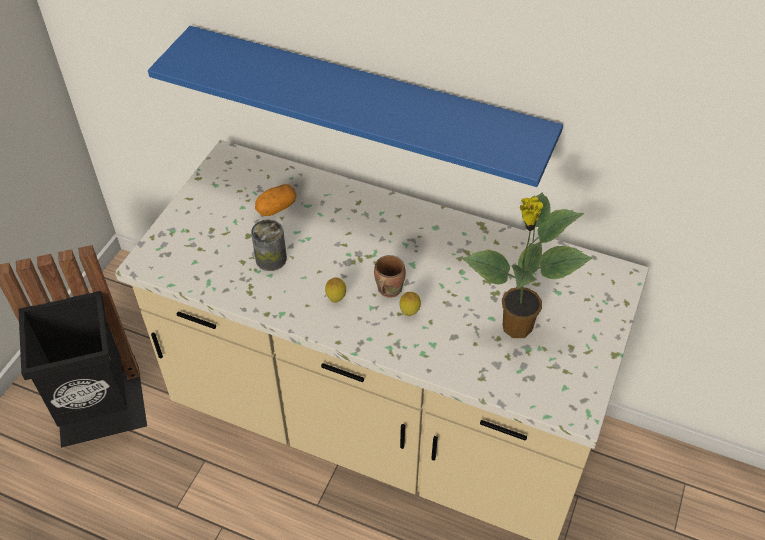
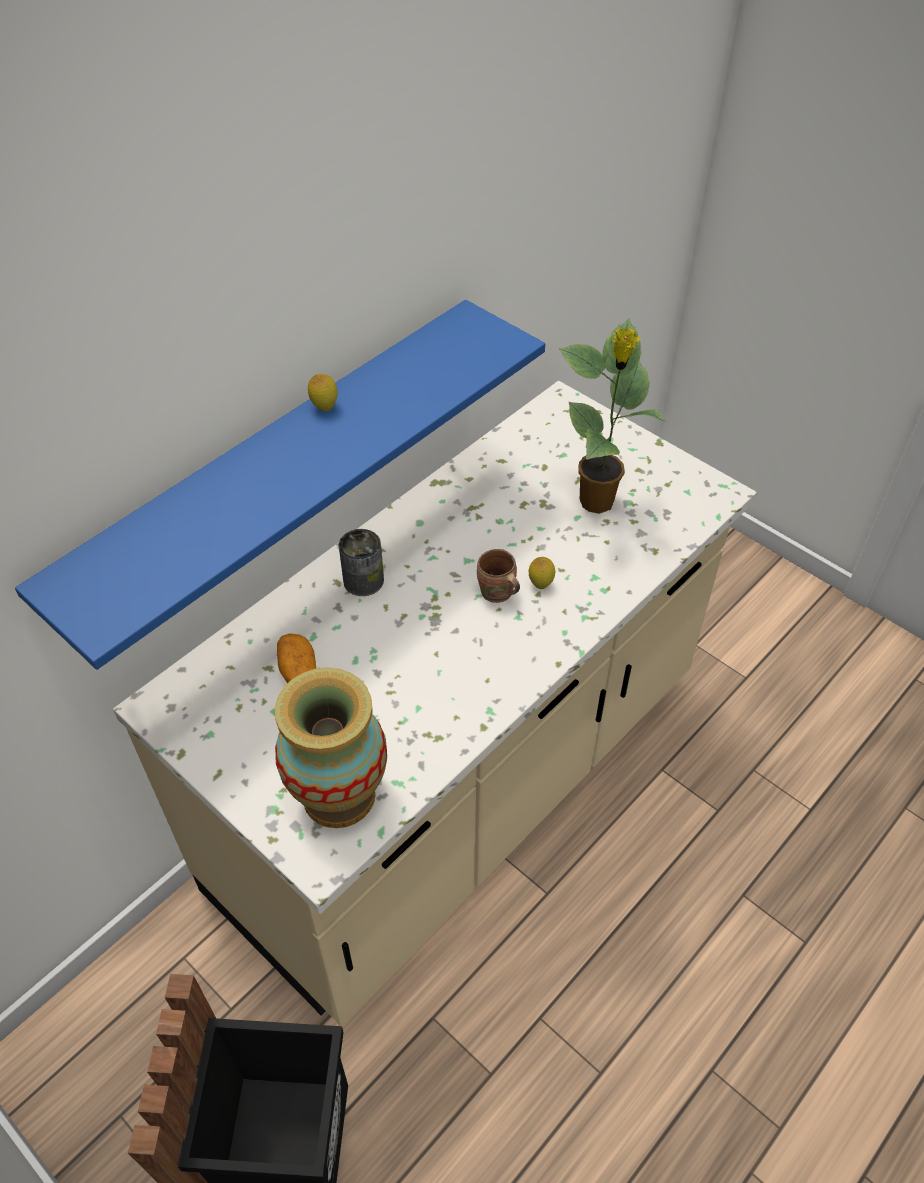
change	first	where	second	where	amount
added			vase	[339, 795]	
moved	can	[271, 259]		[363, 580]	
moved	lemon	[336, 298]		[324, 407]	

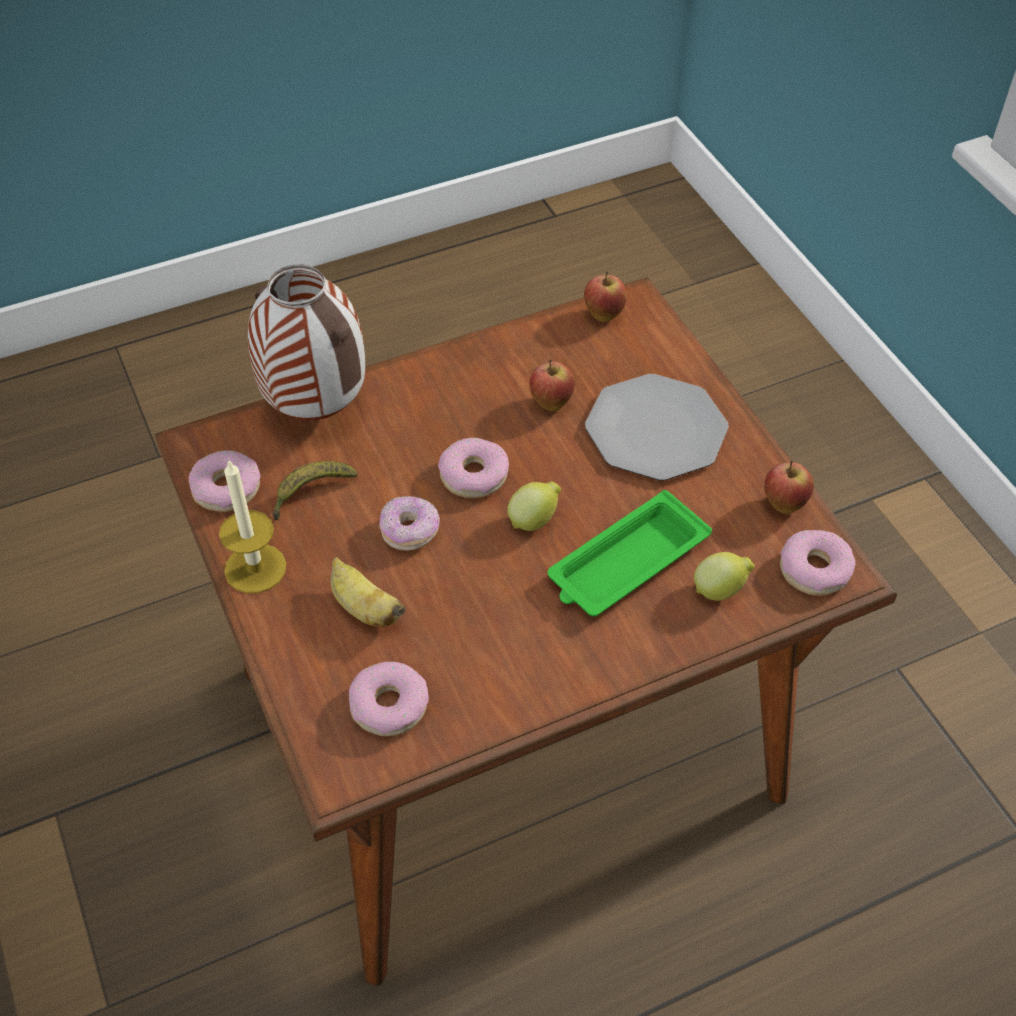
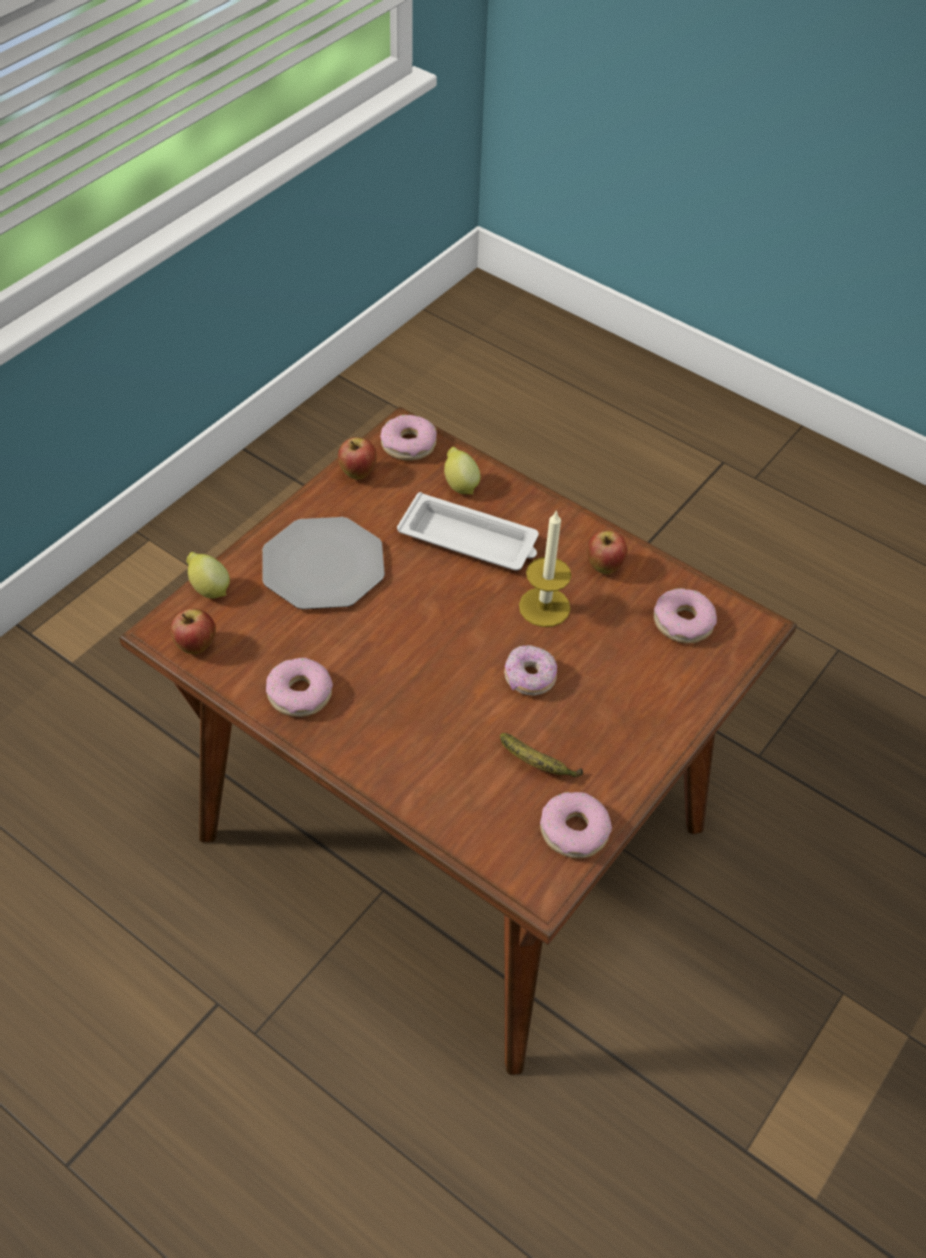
change	first	where	second	where	amount
removed	vase	[314, 411]			
removed	banana	[364, 608]			
moved	candle	[255, 568]		[544, 607]	
moved	donut	[474, 475]		[299, 694]	
moved	lemon	[534, 520]		[209, 589]	
moved	apple	[551, 403]		[604, 567]	
recoloured	green tray	[626, 563]	white tray	[470, 540]	

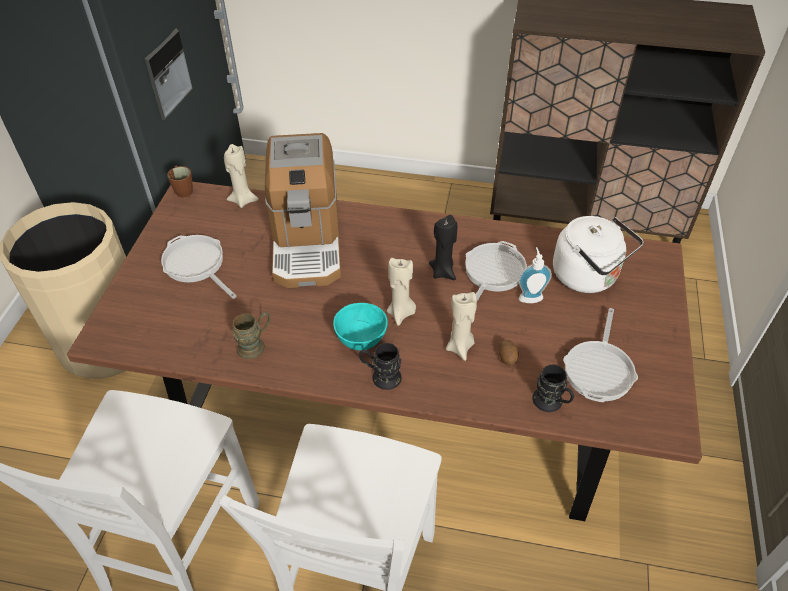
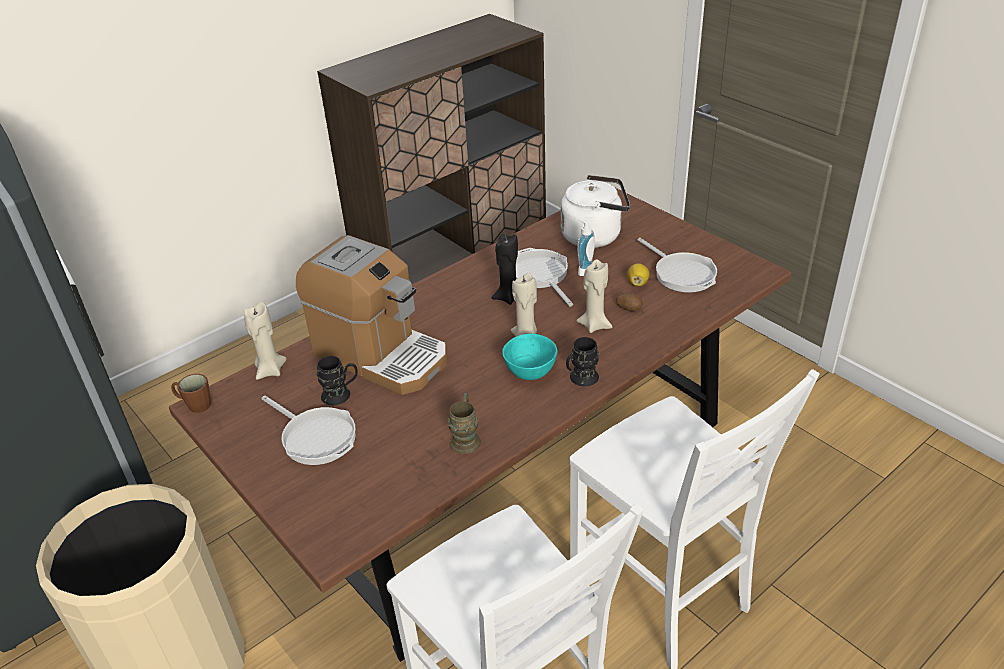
change	first	where	second	where	amount
added			lemon	[637, 283]	
moved	black mug	[551, 403]		[341, 395]	
turned	frying pan	[196, 265]		[316, 437]	135 degrees counterclockwise

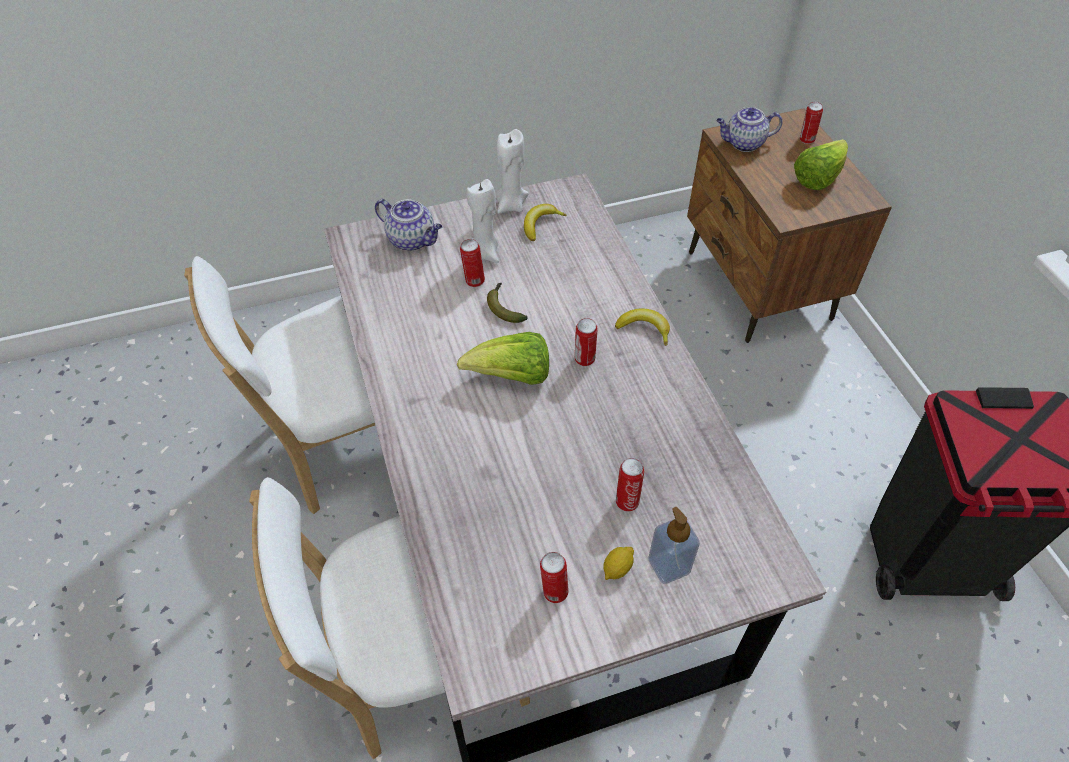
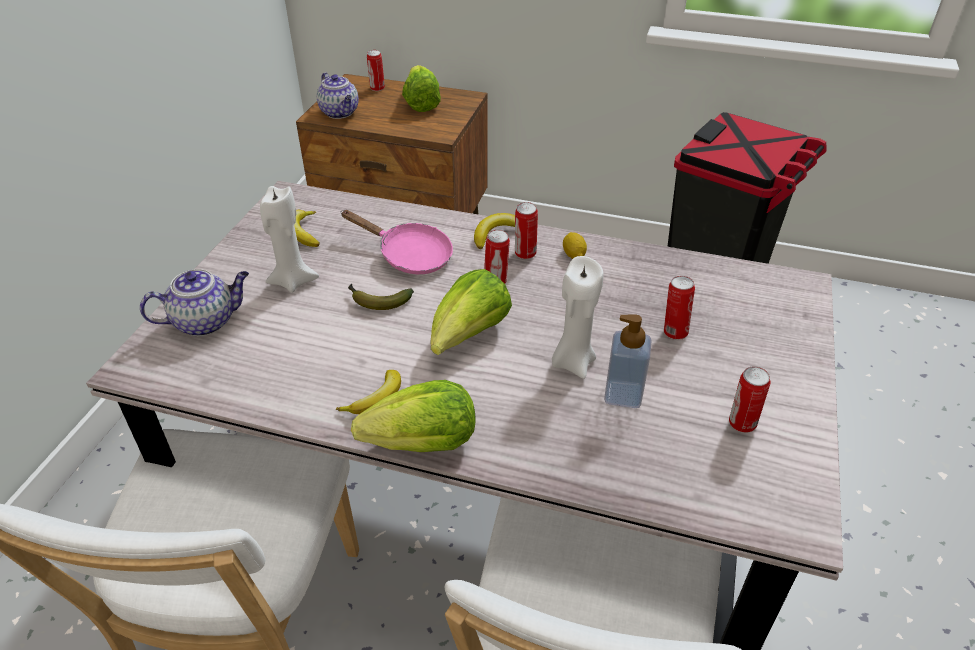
change	first	where	second	where	amount
added			banana	[376, 399]	
added			pink frying pan	[409, 256]	
added			lettuce	[423, 444]	
moved	can	[473, 281]		[525, 254]	
moved	white candle	[511, 205]		[572, 362]	
moved	lemon	[617, 568]		[574, 254]	
moved	soap dispenser	[669, 565]		[623, 394]	
turned	teapot	[743, 144]		[340, 113]	60 degrees counterclockwise

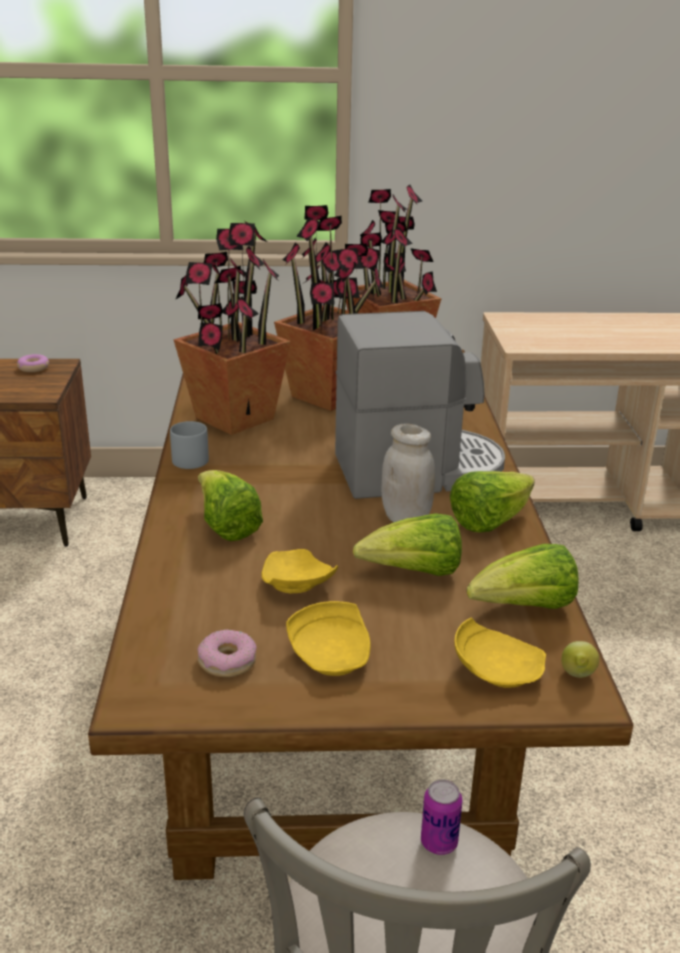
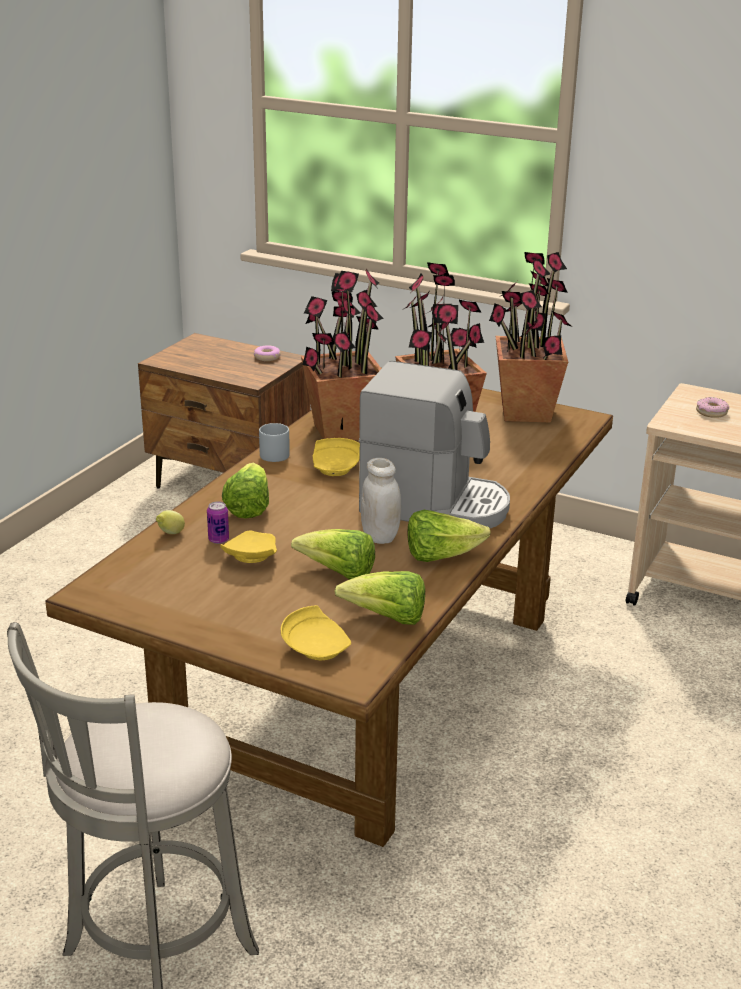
change	first	where	second	where	amount
moved	donut	[227, 661]		[711, 412]	
moved	yellow plate	[332, 655]		[336, 467]	
moved	can	[439, 842]		[218, 540]	
moved	lemon	[577, 676]		[170, 534]	

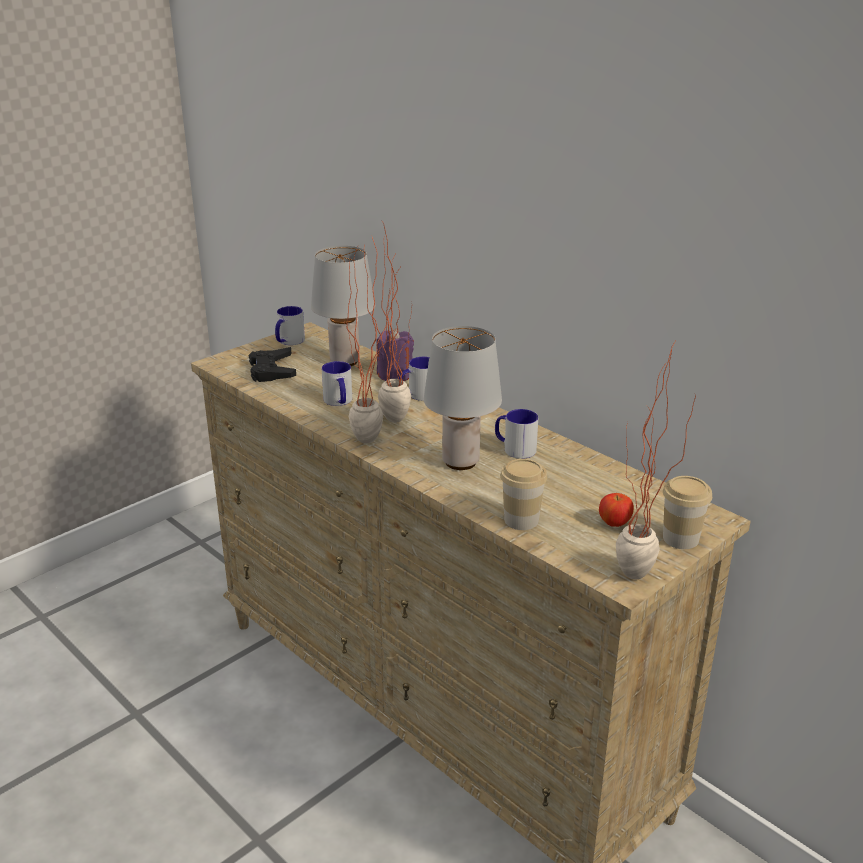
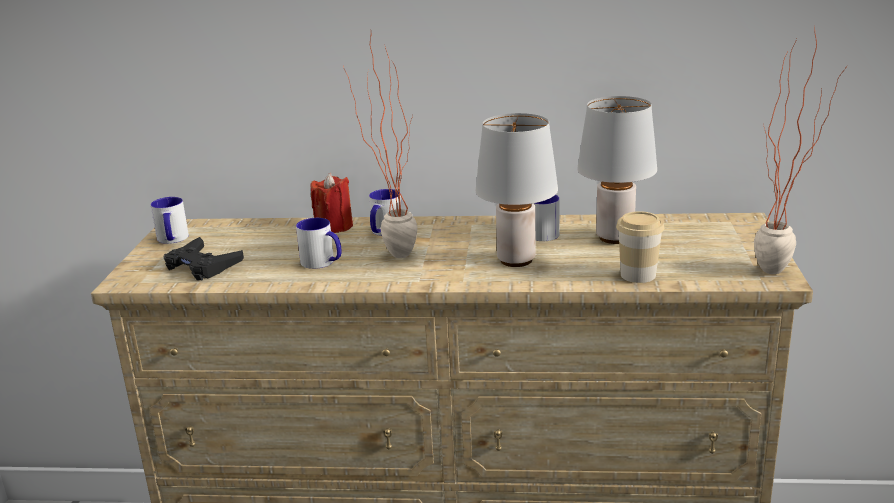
change	first	where	second	where	amount
removed	potted plant	[377, 441]			
removed	apple	[614, 524]			
removed	cup	[680, 539]			
moved	grey table lamp	[344, 361]		[613, 237]	
recoloured	purple candle	[395, 375]	red candle	[334, 227]	

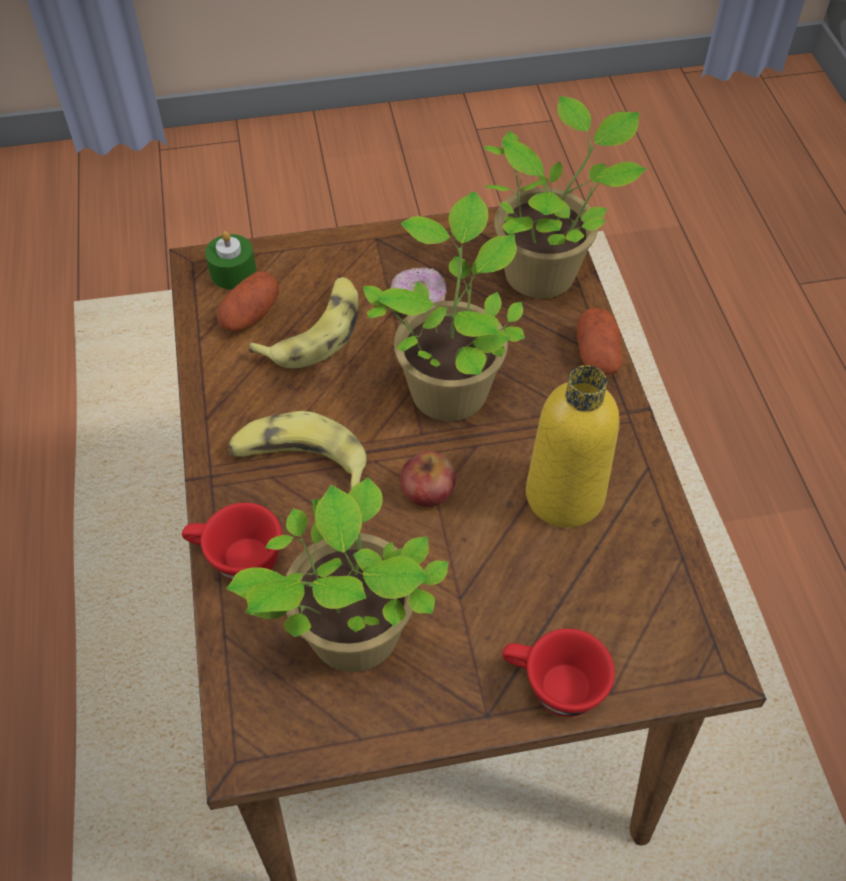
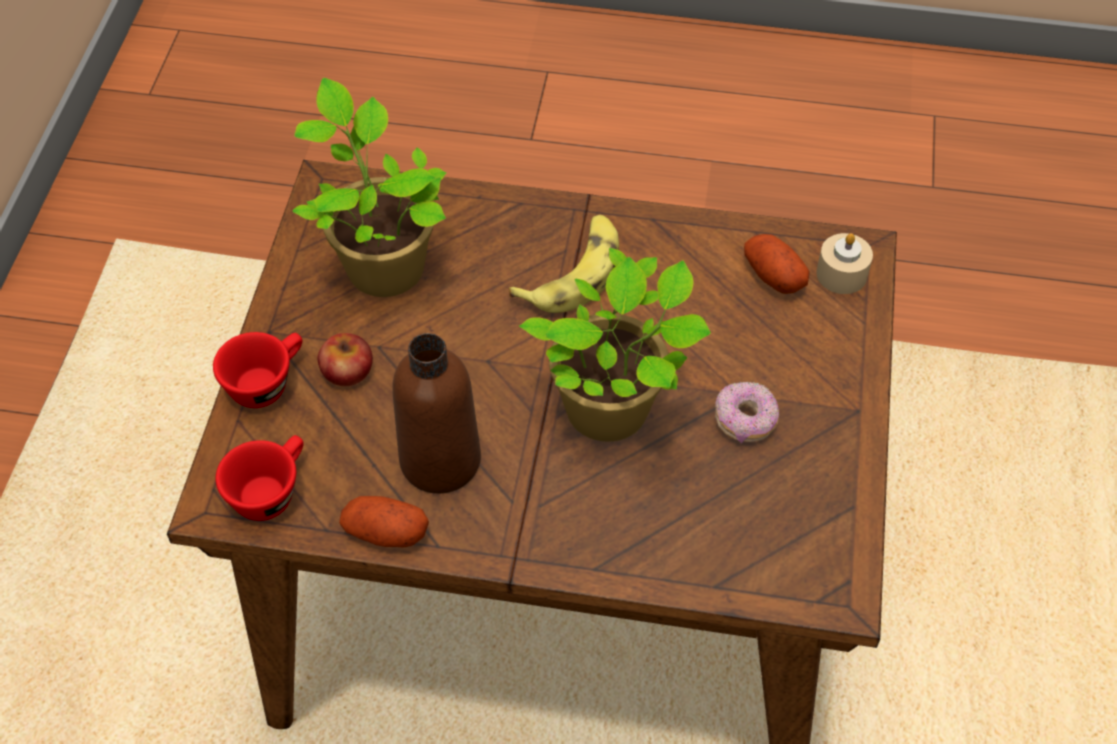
change	first	where	second	where	amount
removed	banana	[315, 331]			
removed	potted plant	[544, 272]			
moved	red cup	[236, 560]		[270, 490]	
moved	apple	[427, 490]		[347, 371]	
moved	potato	[597, 355]		[385, 532]	
recoloured	green candle	[233, 272]	beige candle	[841, 274]	
recoloured	yellow bottle	[564, 495]	brown bottle	[440, 460]	

